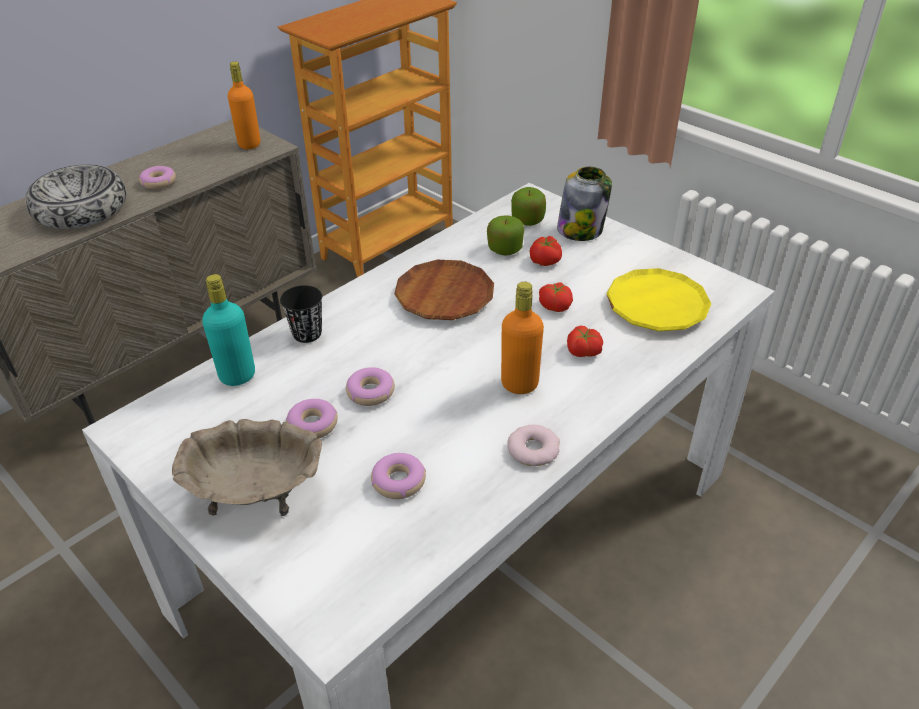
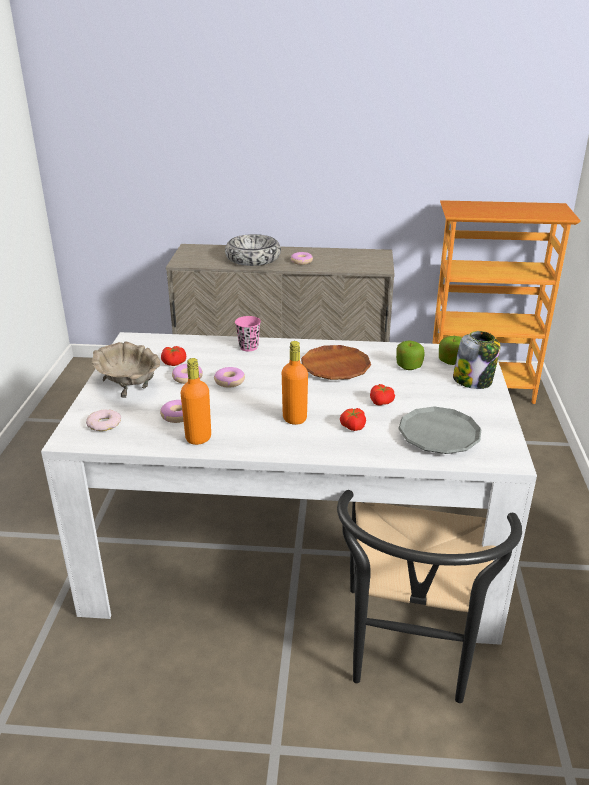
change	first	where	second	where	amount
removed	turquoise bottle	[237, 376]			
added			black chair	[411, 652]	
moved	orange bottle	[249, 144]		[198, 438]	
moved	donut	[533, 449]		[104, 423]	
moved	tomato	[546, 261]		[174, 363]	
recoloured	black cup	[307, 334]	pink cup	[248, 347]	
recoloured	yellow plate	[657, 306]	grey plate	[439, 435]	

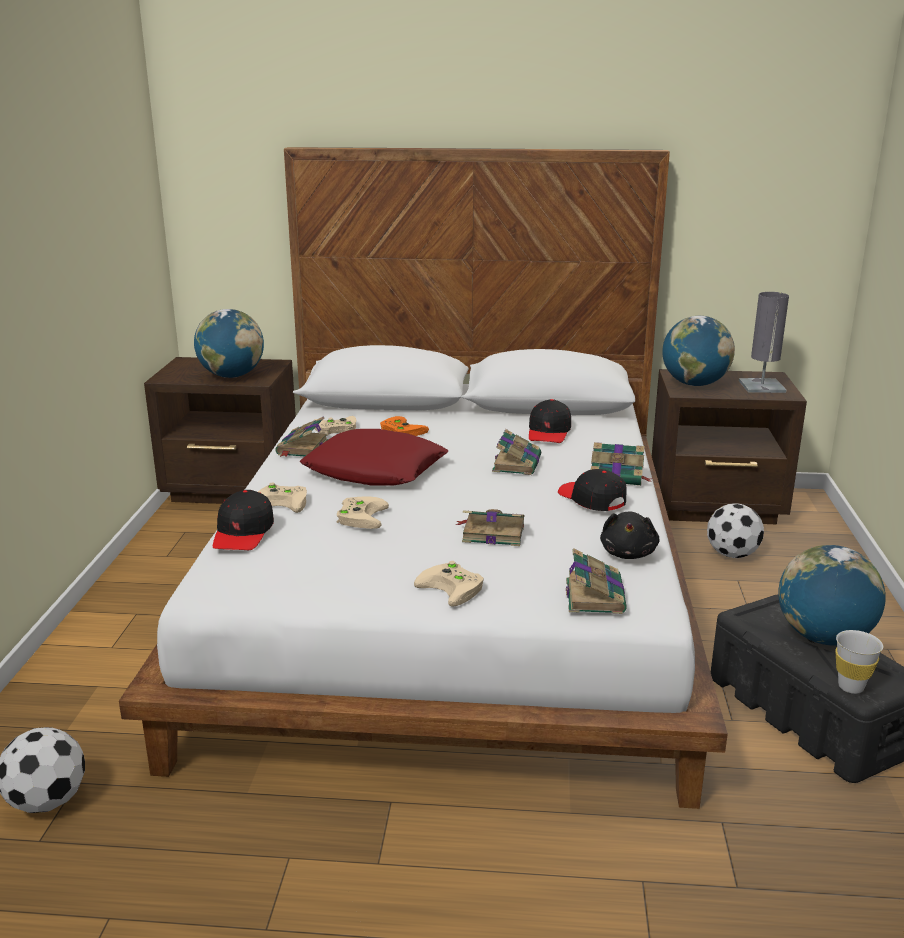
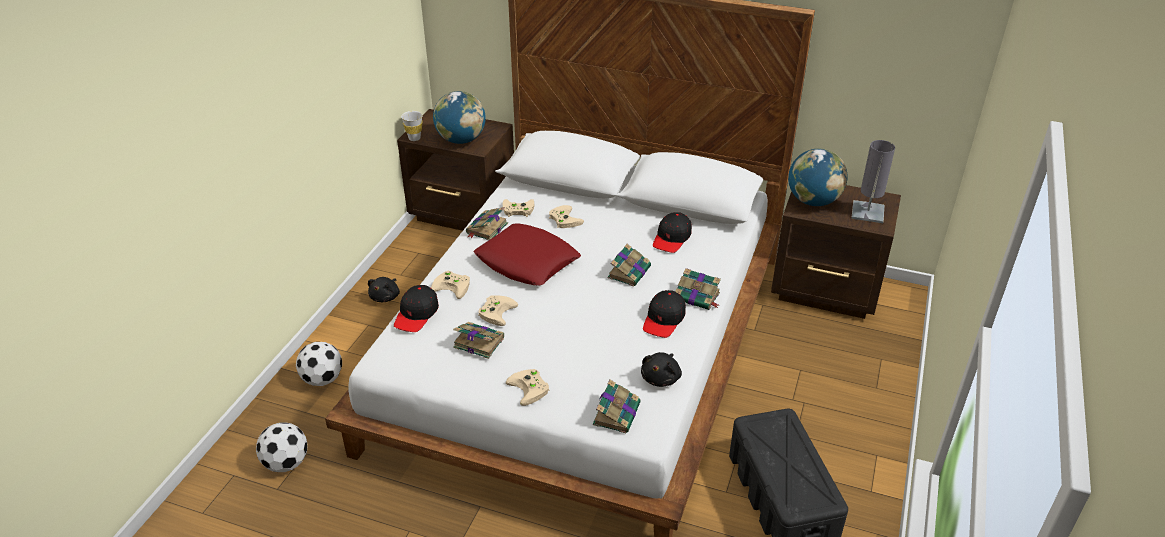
change	first	where	second	where	amount
removed	globe	[823, 637]			
added			black plush toy	[386, 297]	
moved	book	[491, 533]		[478, 342]	
moved	football	[732, 554]		[323, 379]	
moved	white cup	[850, 687]		[414, 138]	
recoloured	orange game controller	[400, 431]	beige game controller	[563, 219]	
turned	black cap	[591, 499]		[664, 319]	135 degrees counterclockwise

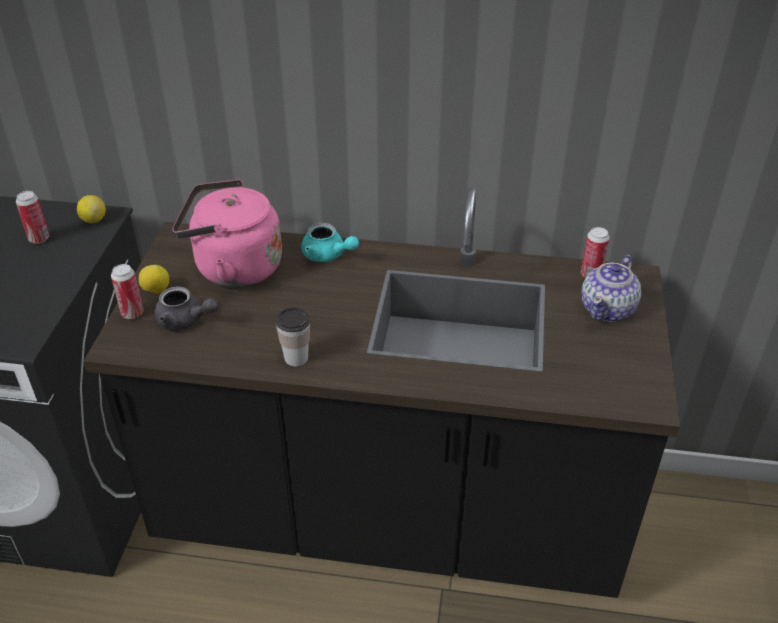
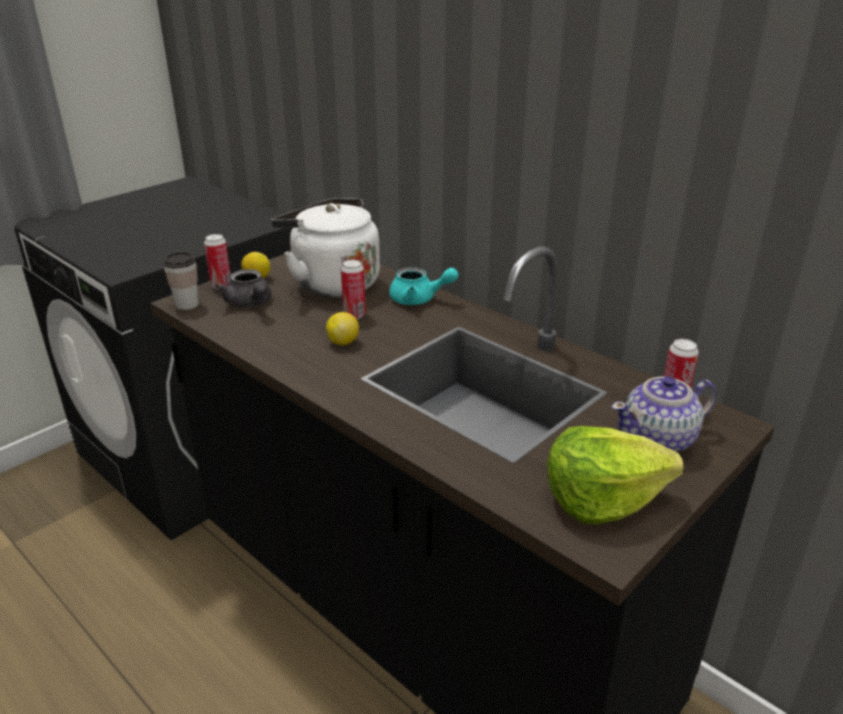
change	first	where	second	where	amount
added			lettuce	[602, 498]	
moved	can	[39, 239]		[354, 315]	
moved	lemon	[93, 220]		[343, 342]	
moved	cup	[296, 358]		[187, 304]	
recoloured	pink kettle	[233, 268]	white kettle	[331, 283]	
turned	turquoise teapot	[327, 255]		[419, 299]	60 degrees counterclockwise

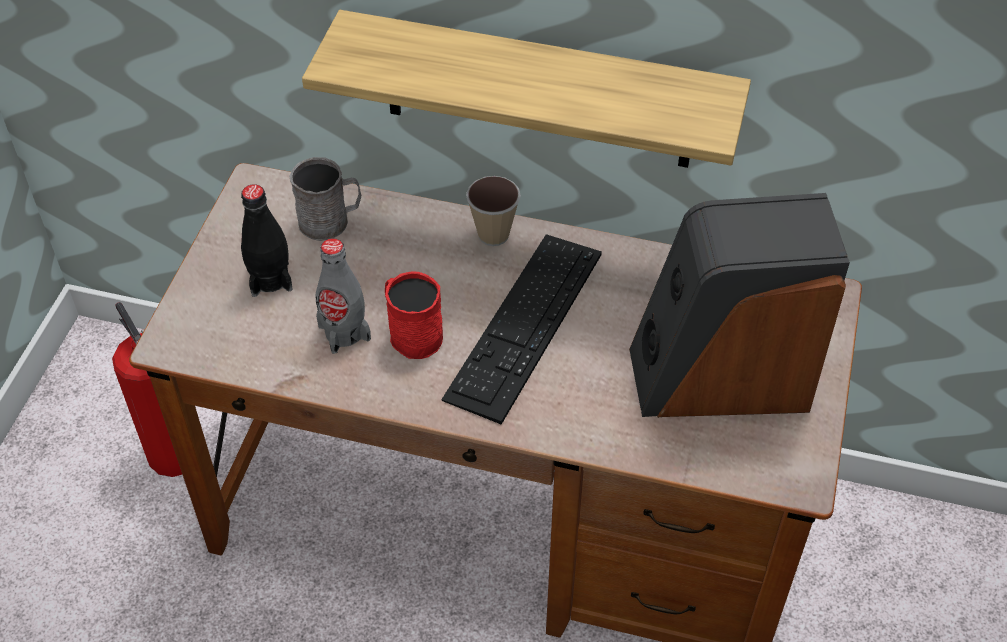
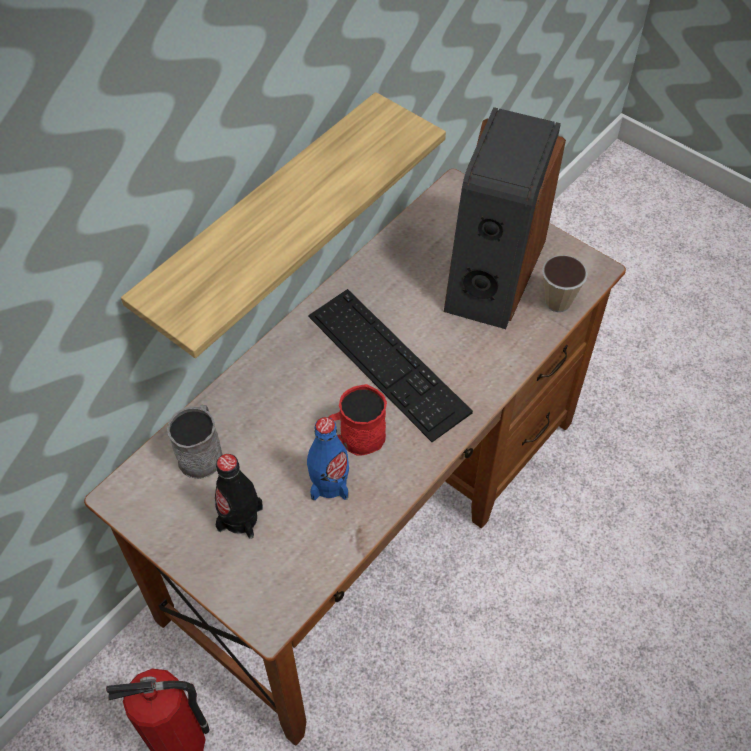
change	first	where	second	where	amount
moved	cup	[493, 234]		[557, 302]	
recoloured	grey bottle	[344, 332]	blue bottle	[329, 483]	

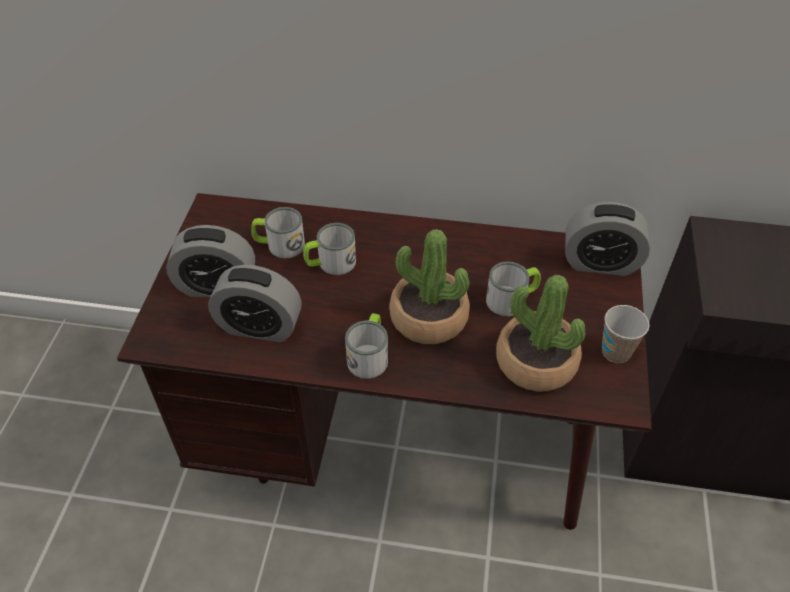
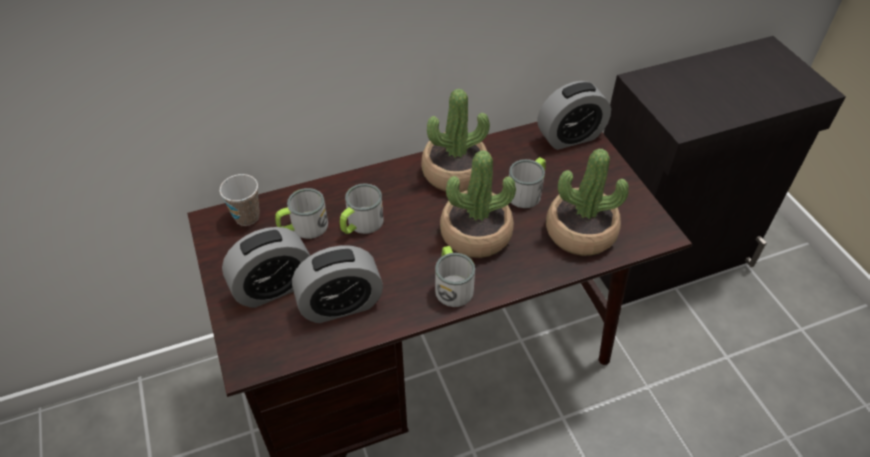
change	first	where	second	where	amount
added			potted plant	[454, 172]	
moved	cup	[616, 352]		[247, 217]	

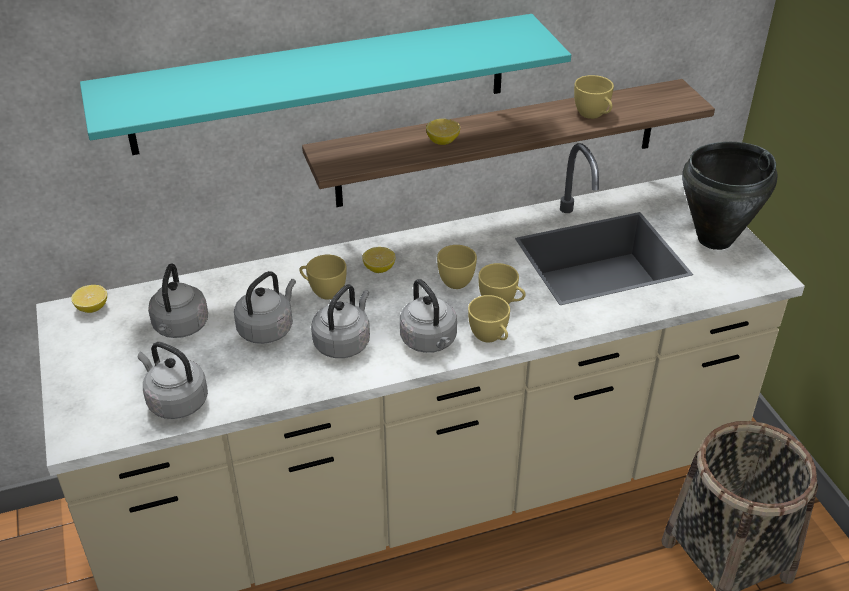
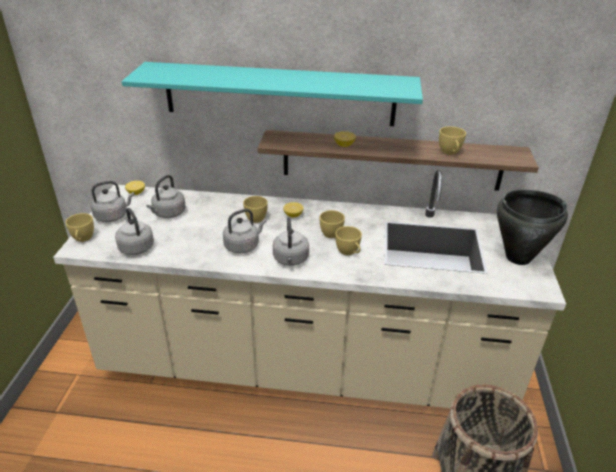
change	first	where	second	where	amount
moved	grey kettle	[268, 328]		[113, 216]	
moved	yellow cup	[490, 338]		[83, 239]	

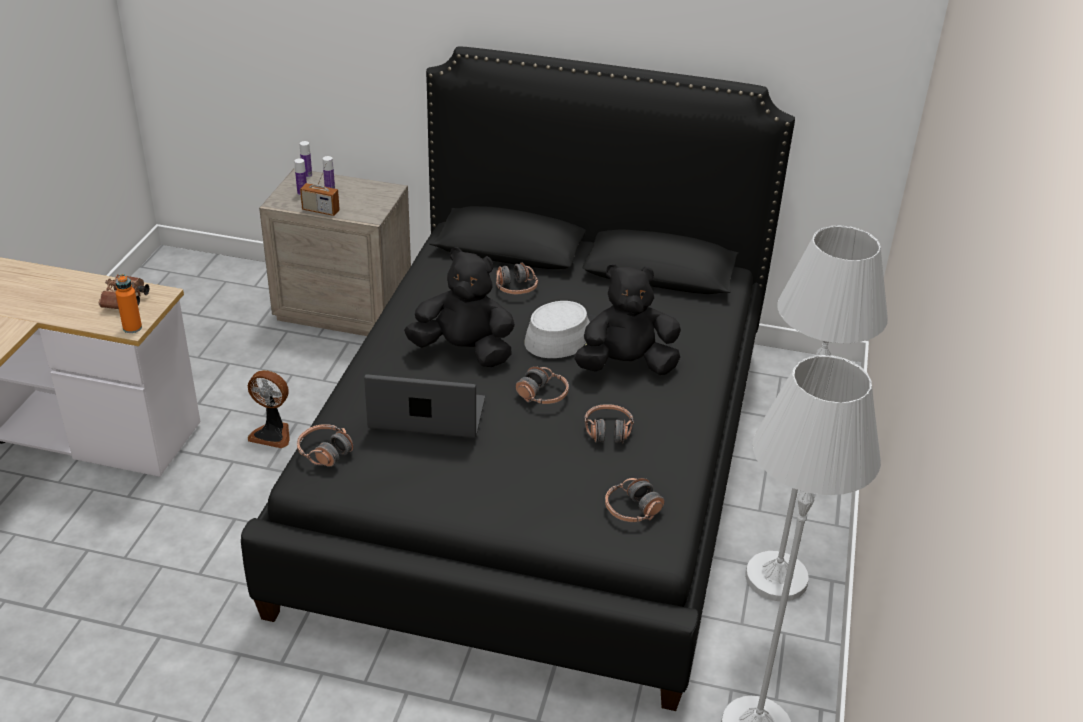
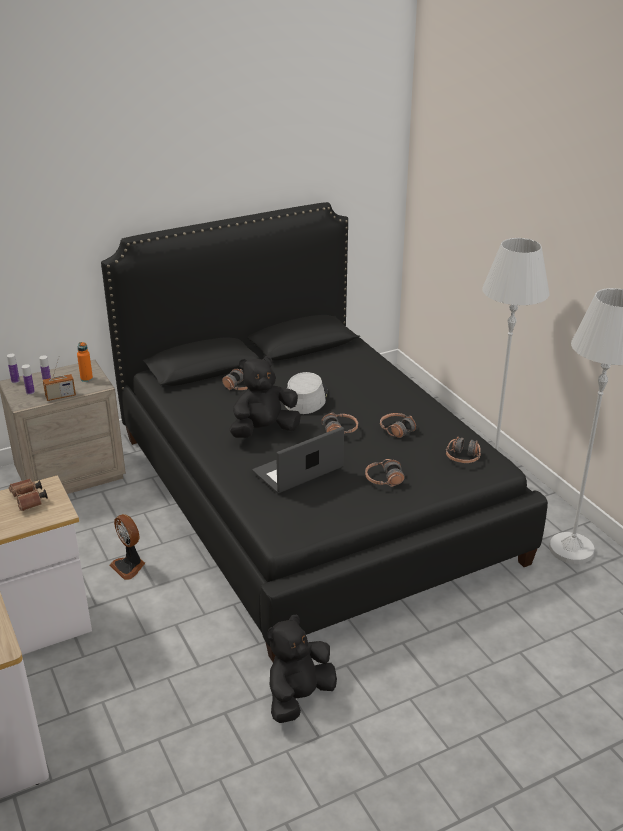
change	first	where	second	where	amount
moved	orange bottle	[132, 328]		[86, 379]	
moved	headphones	[325, 452]		[383, 479]	
moved	black plush toy	[626, 365]		[299, 697]	
turned	fan	[272, 434]		[129, 566]	75 degrees clockwise

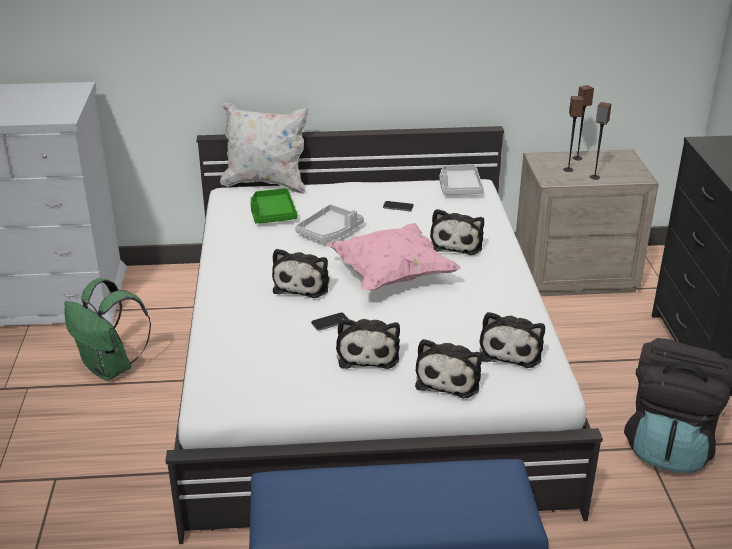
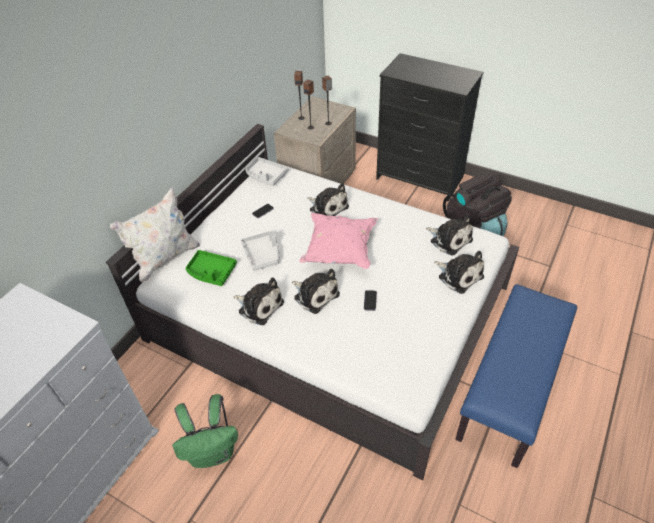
change	first	where	second	where	amount
moved	plush toy	[368, 353]		[259, 306]	

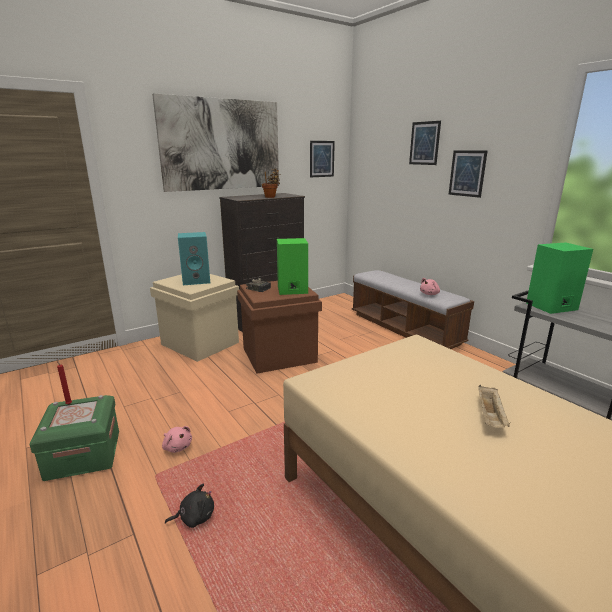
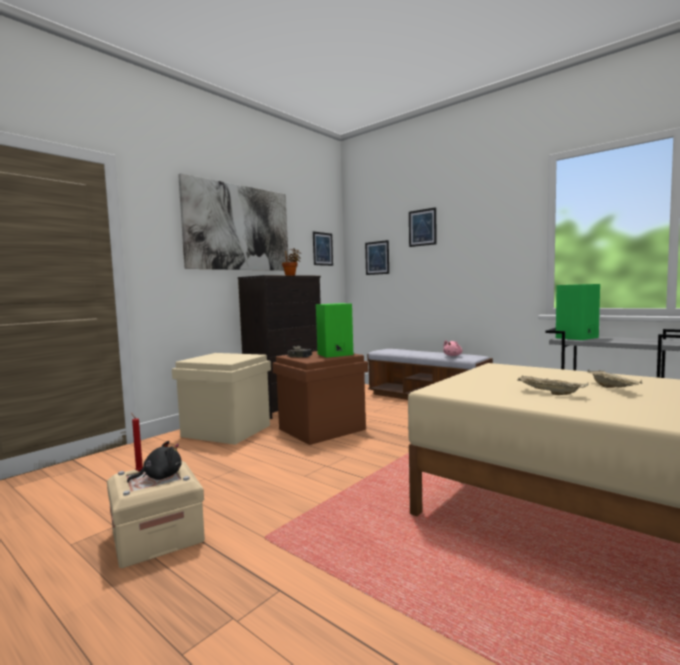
change	first	where	second	where	amount
removed	pink plush toy	[177, 447]			
removed	turquoise speaker	[197, 280]			
added			beige tray	[549, 393]	
moved	black plush toy	[194, 517]		[160, 477]	
moved	picture	[467, 173]		[377, 258]	
recoloured	green storage box	[83, 455]	beige storage box	[157, 537]	

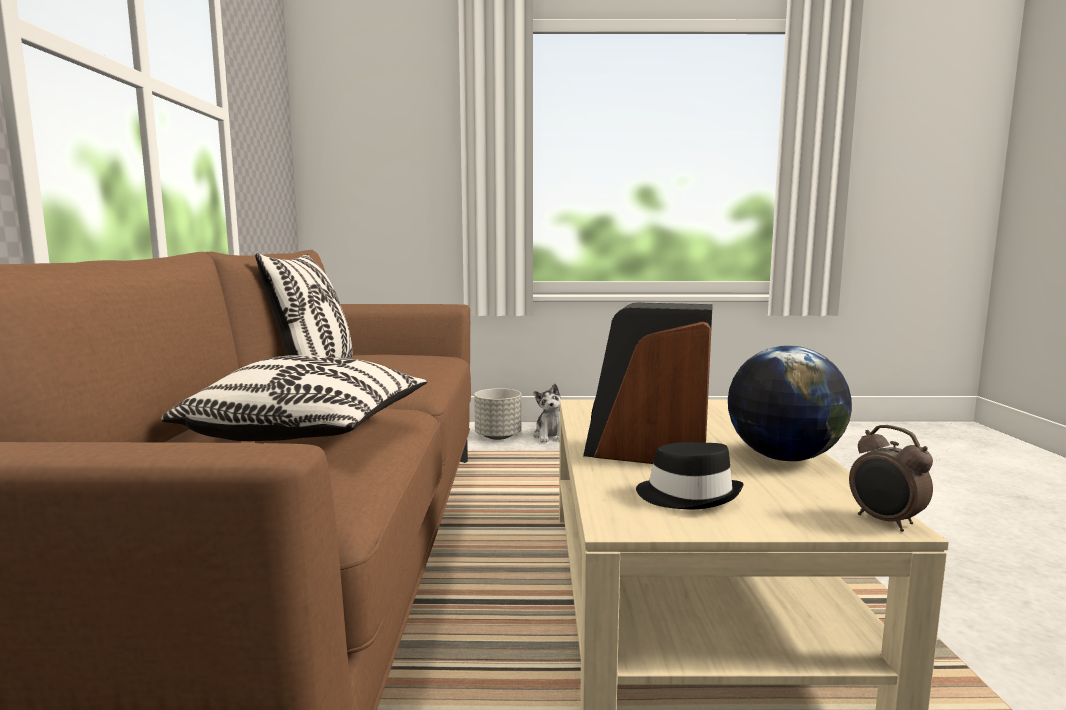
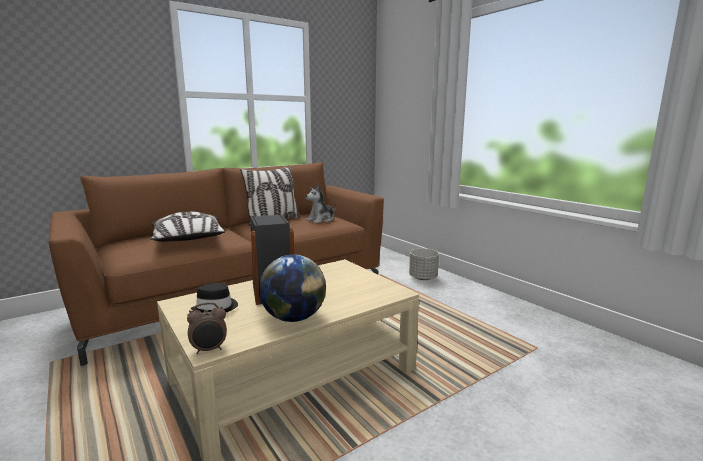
change	first	where	second	where	amount
moved	plush toy	[550, 436]		[321, 220]	
turned	alarm clock	[885, 522]		[209, 350]	135 degrees counterclockwise

